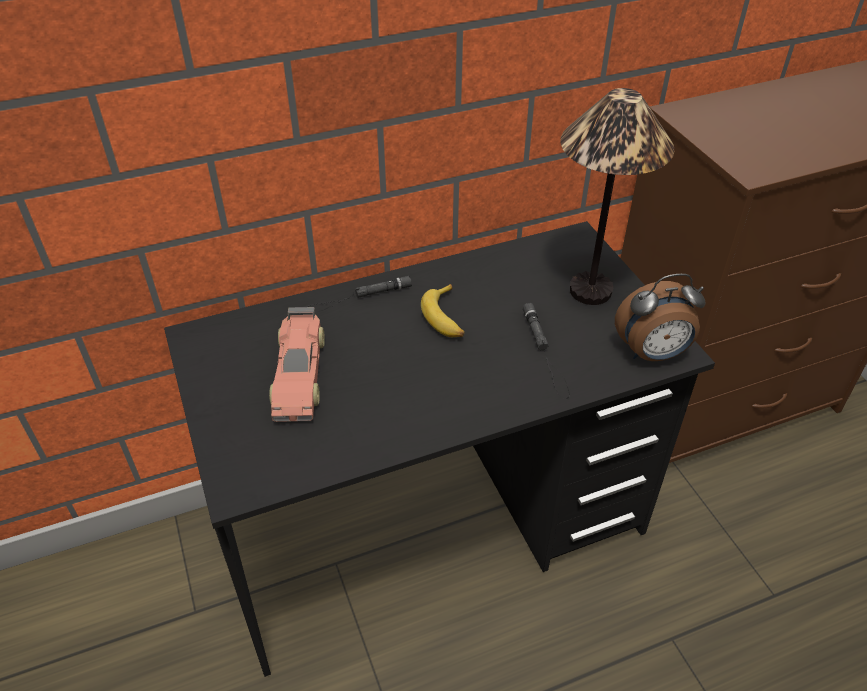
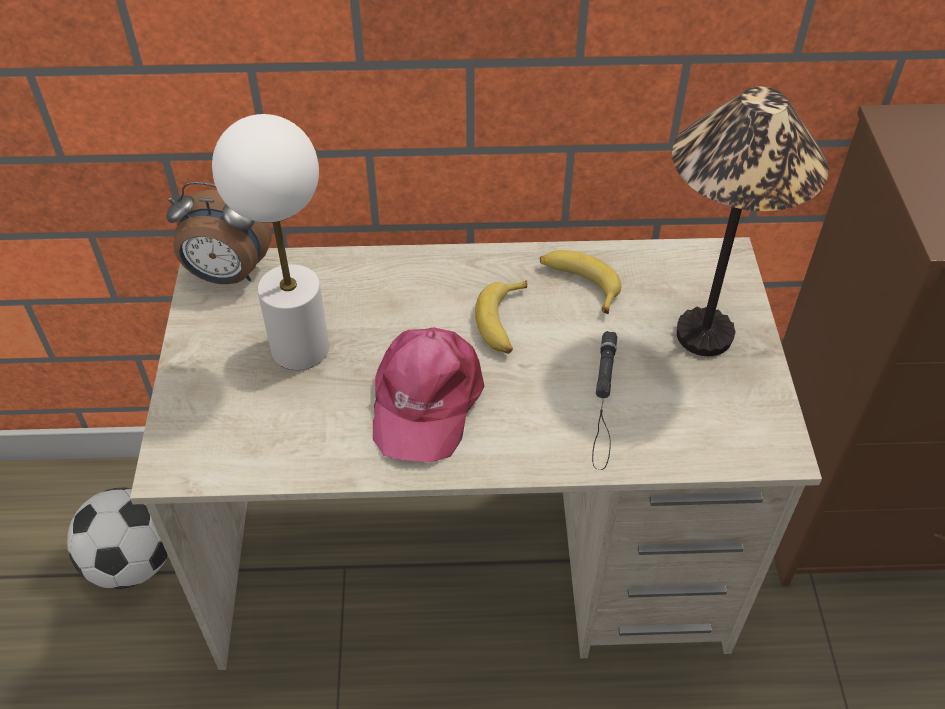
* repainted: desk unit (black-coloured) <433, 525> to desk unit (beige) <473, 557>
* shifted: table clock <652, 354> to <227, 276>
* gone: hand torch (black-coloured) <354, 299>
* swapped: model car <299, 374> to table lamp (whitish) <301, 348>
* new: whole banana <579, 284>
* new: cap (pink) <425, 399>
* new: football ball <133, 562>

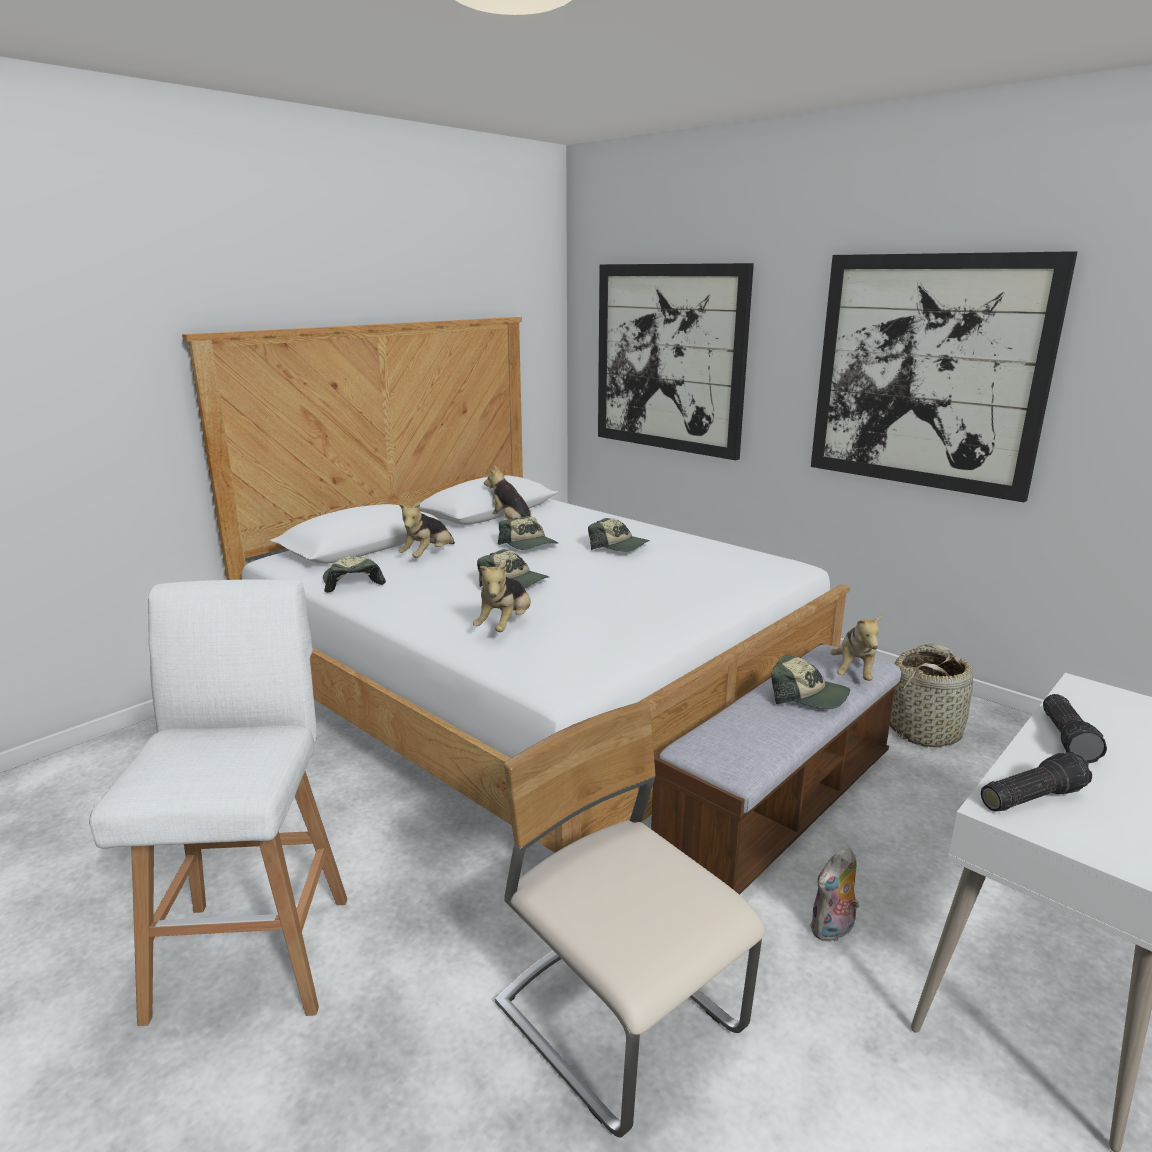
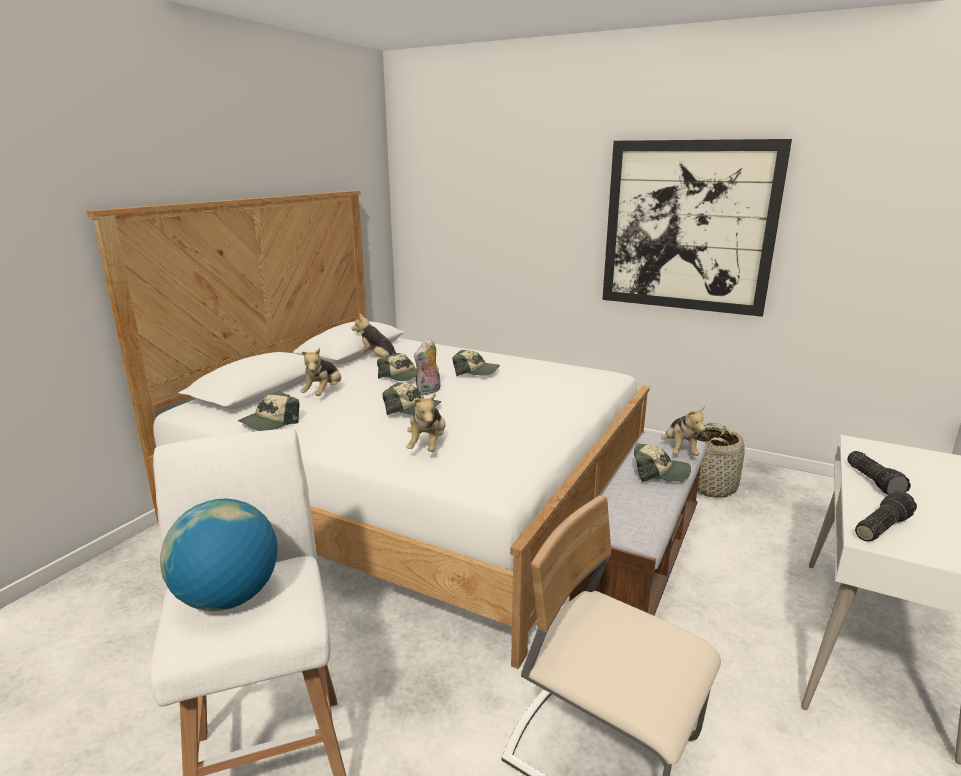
* gone: picture <669, 358>
* rotated: cap <351, 582> = <270, 422> 105 degrees counterclockwise
* shifted: plush toy <833, 930> to <428, 392>
* new: globe <228, 598>

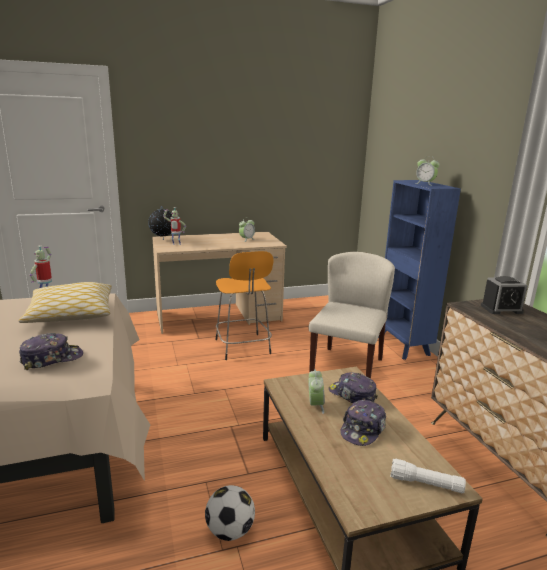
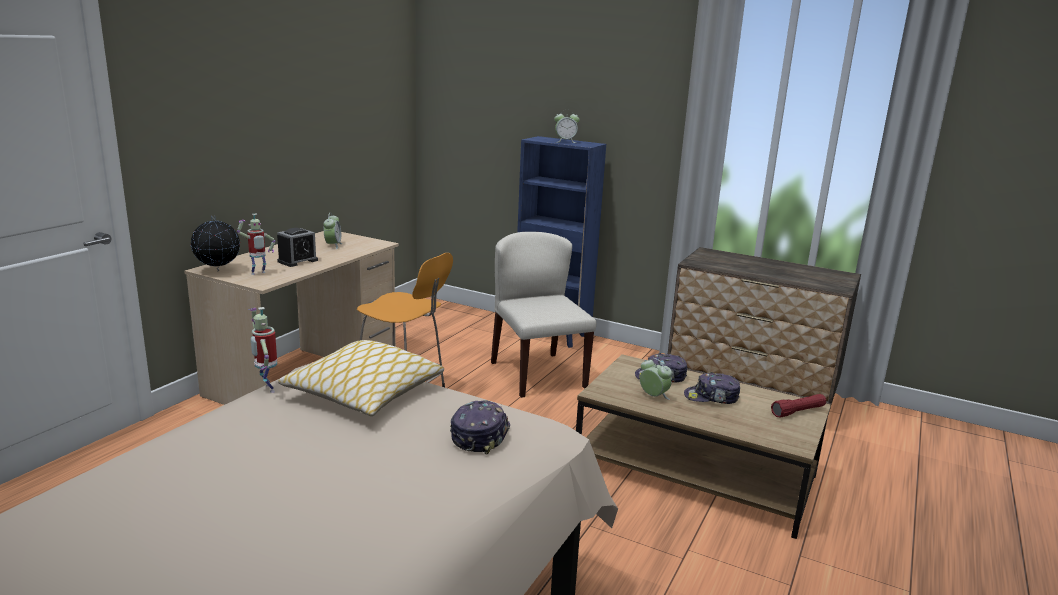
* shifted: table clock <501, 309> to <297, 261>
* rotated: cap <363, 429> = <711, 397> 105 degrees clockwise
* repainted: hand torch (whitish) <426, 484> to hand torch (reddish) <798, 412>
* gone: football ball <230, 531>

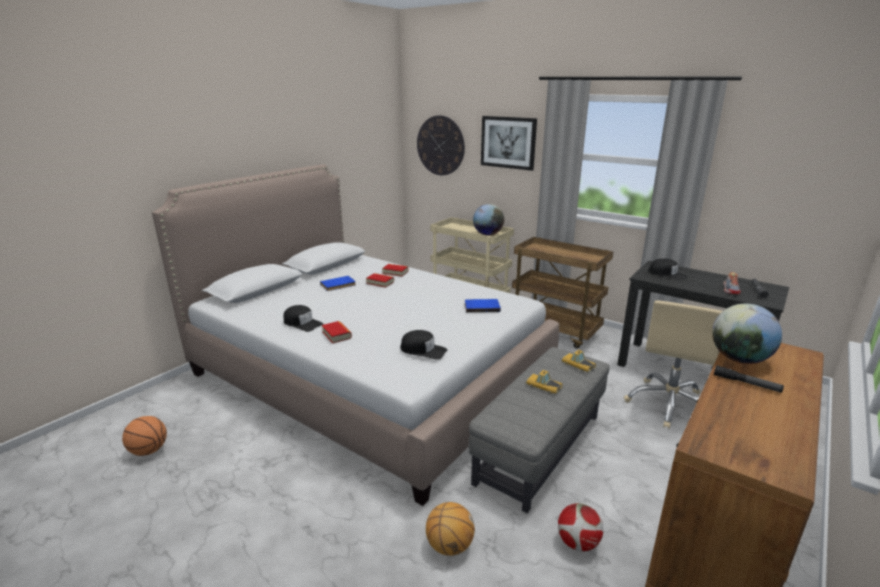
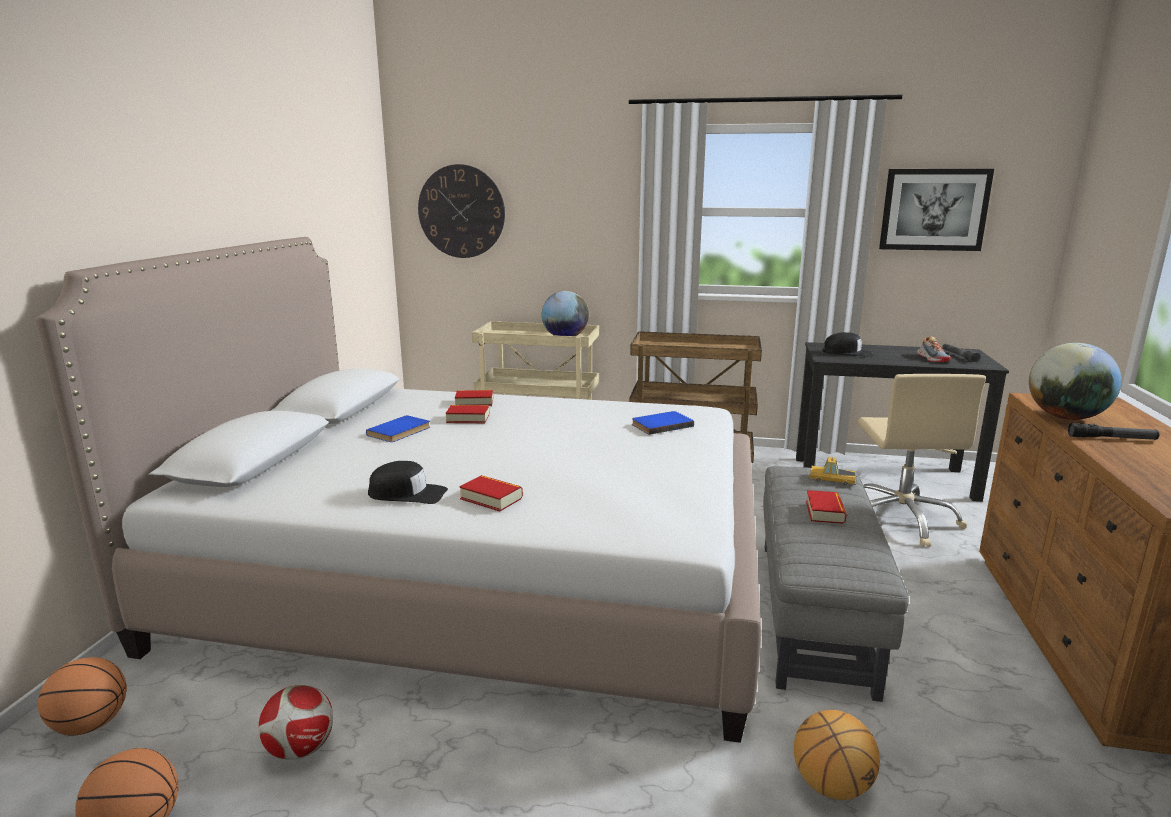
* shifted: picture <508, 142> to <934, 209>
* gone: cap (black-coloured) <423, 350>
* swapped: model car <543, 386> to book <824, 512>
* shifted: football ball <577, 543> to <300, 749>
* new: ball for basketball <91, 725>

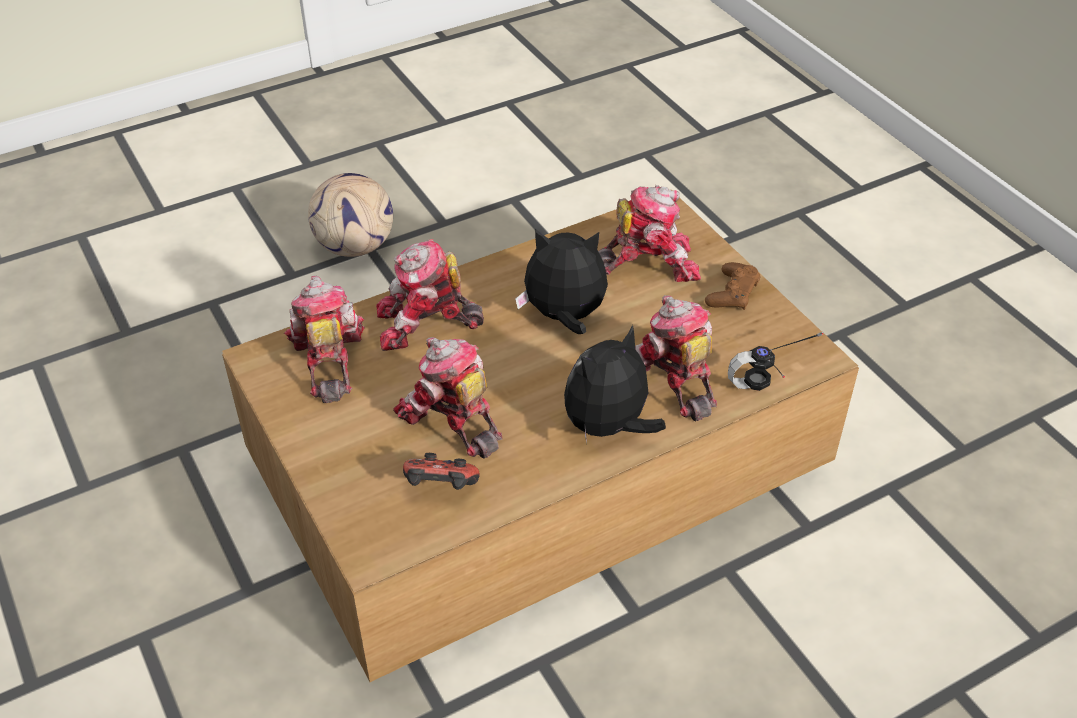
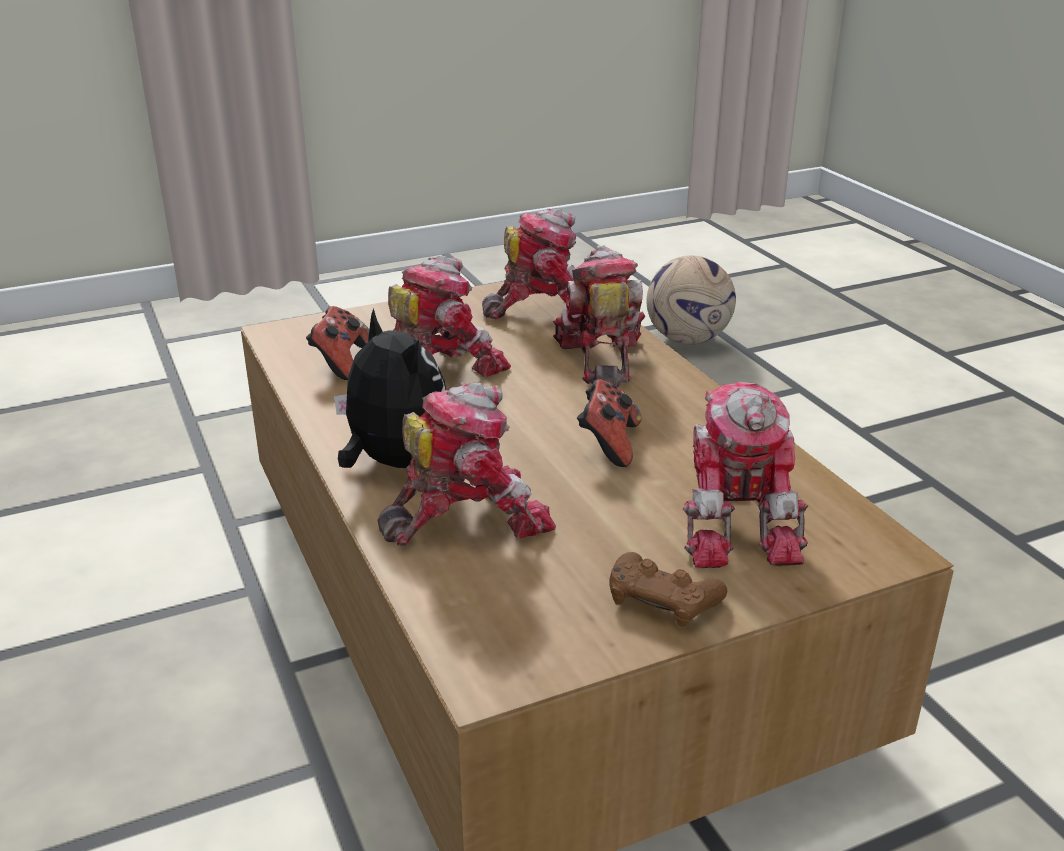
* shifted: football ball <356, 247> to <687, 340>
* swapped: plush toy <564, 317> to gamepad <608, 444>
* gone: headset <776, 388>

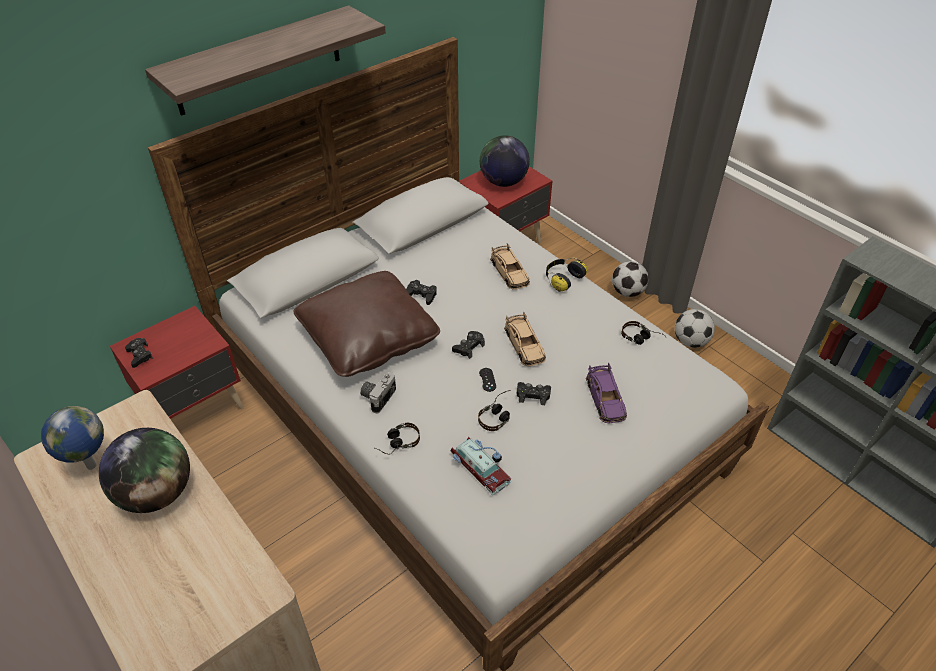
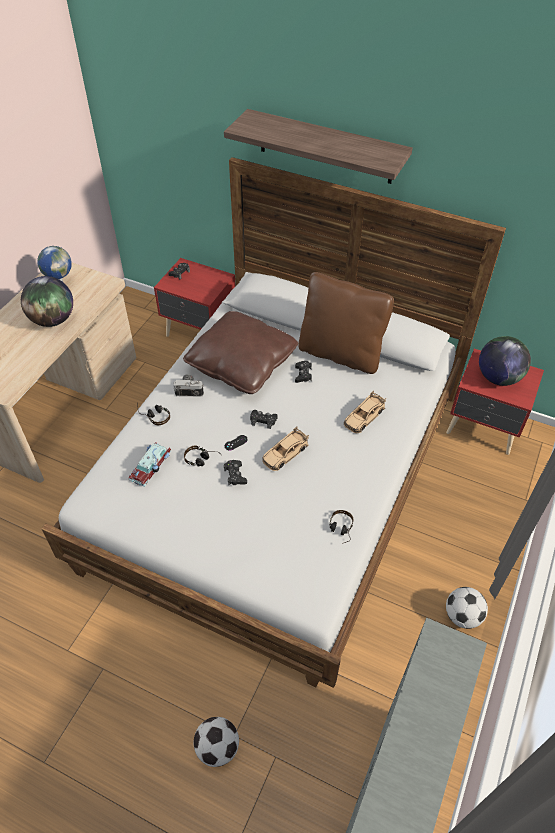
* gone: headset <562, 279>
* shifted: football ball <627, 292> to <217, 748>
* gone: model car (purple-coloured) <605, 399>
* new: cushion (brown-coloured) <340, 353>

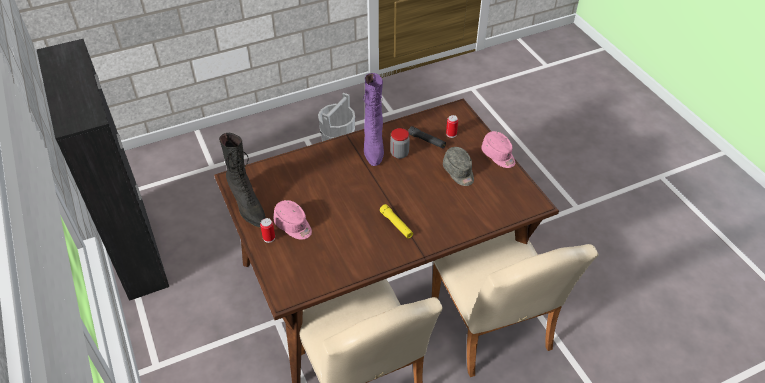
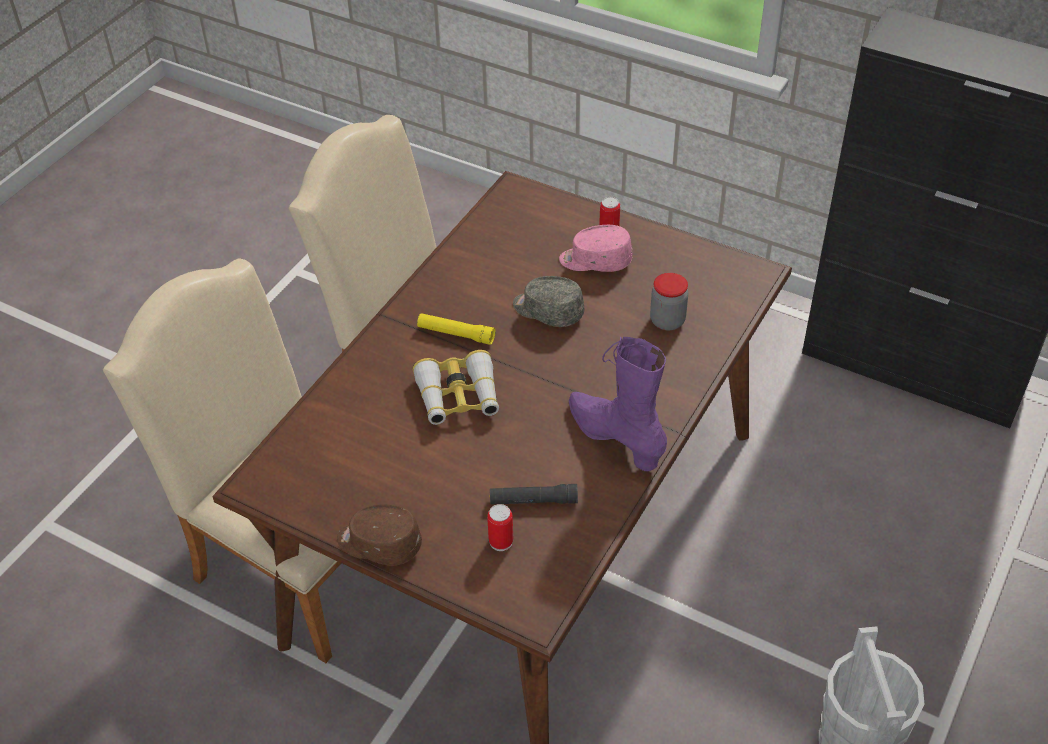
* shifted: jar <399, 153> to <667, 321>
* repainted: cap (pink) <498, 155> to cap (brown-coloured) <379, 544>
* gone: boot (black-coloured) <247, 206>
* shifted: cap (gray) <459, 172> to <547, 311>
* new: binoculars <458, 397>

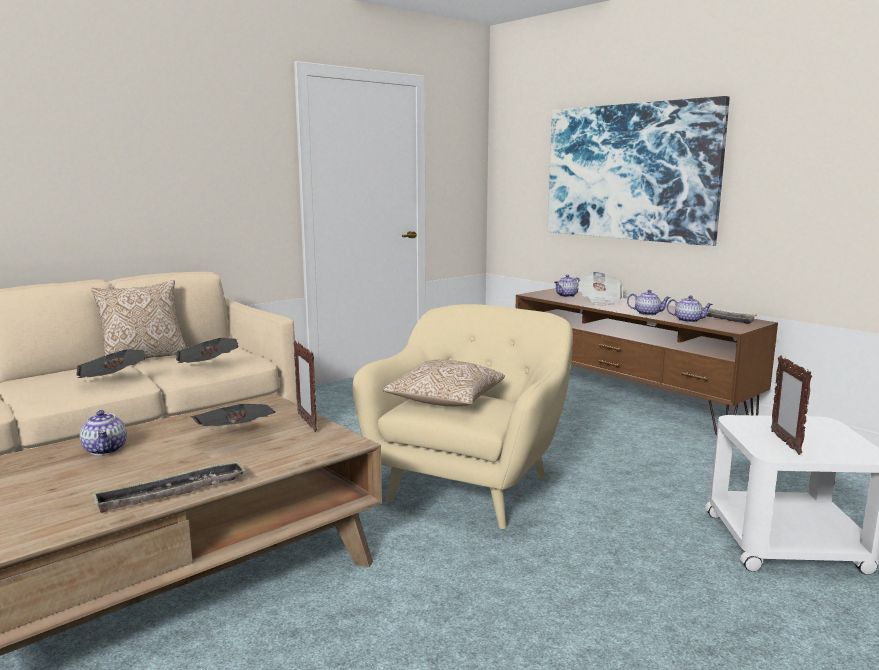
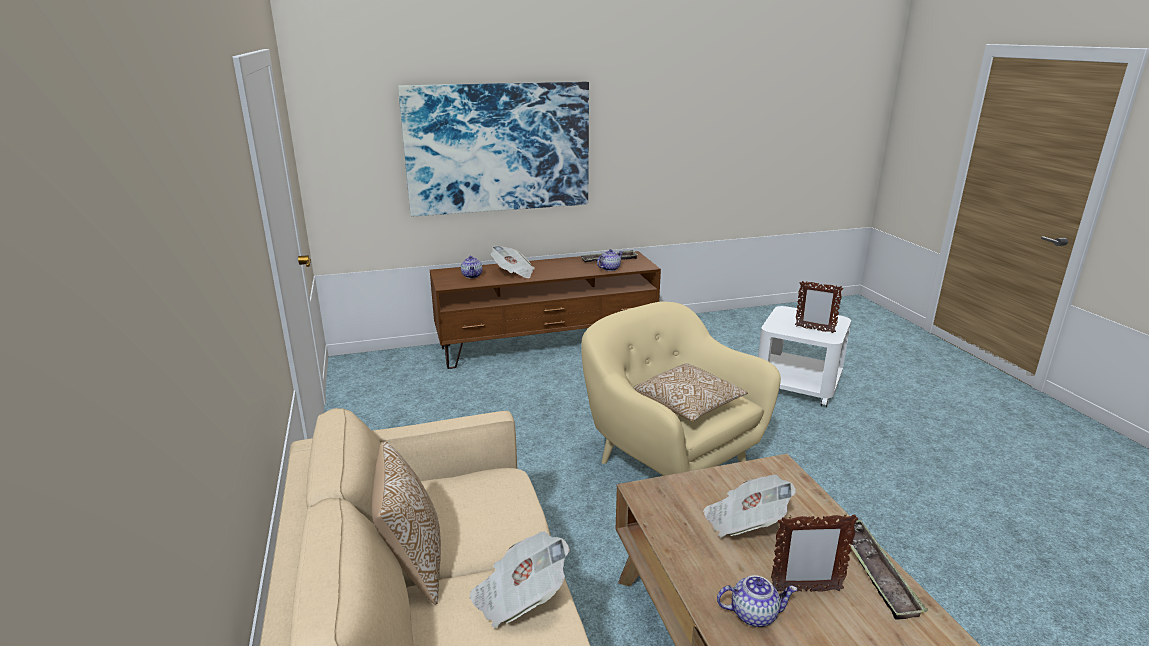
* gone: tea pot <647, 314>
* gone: printed paper <208, 368>
* shifted: photo frame <307, 422> to <805, 591>

